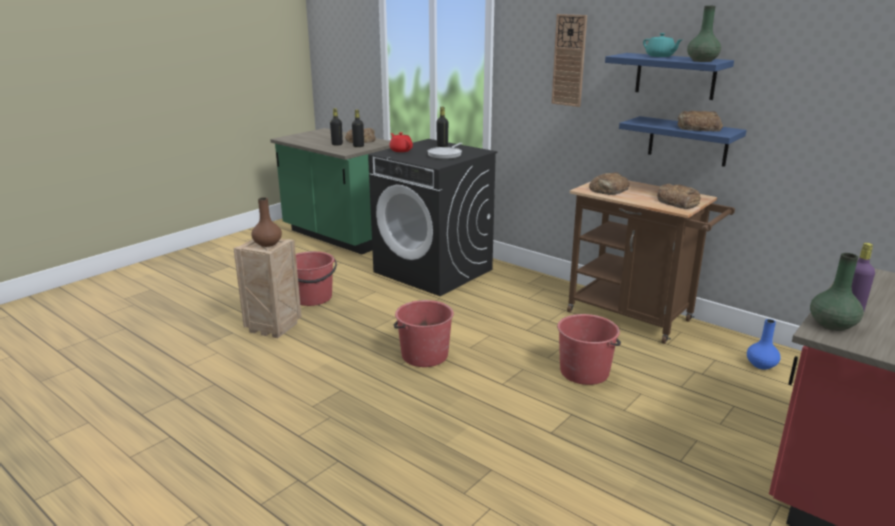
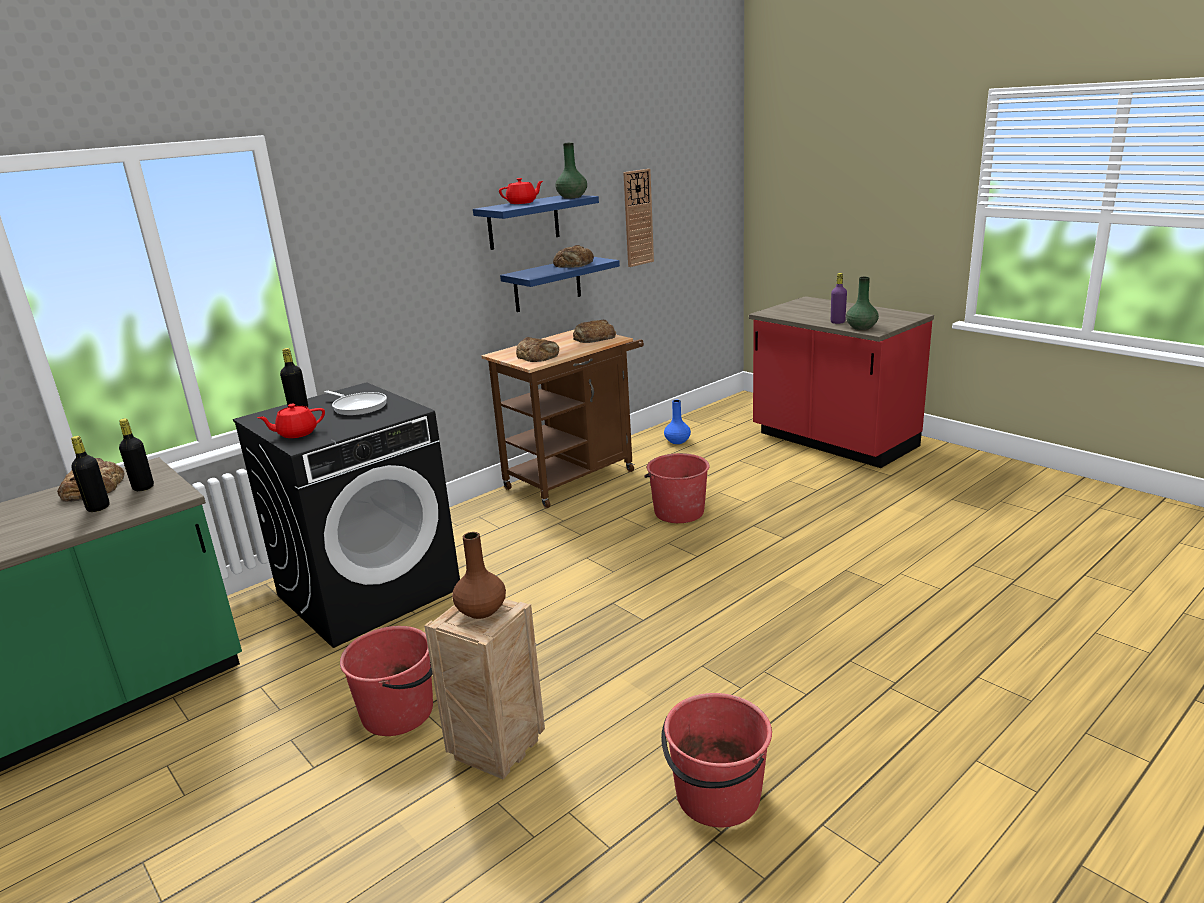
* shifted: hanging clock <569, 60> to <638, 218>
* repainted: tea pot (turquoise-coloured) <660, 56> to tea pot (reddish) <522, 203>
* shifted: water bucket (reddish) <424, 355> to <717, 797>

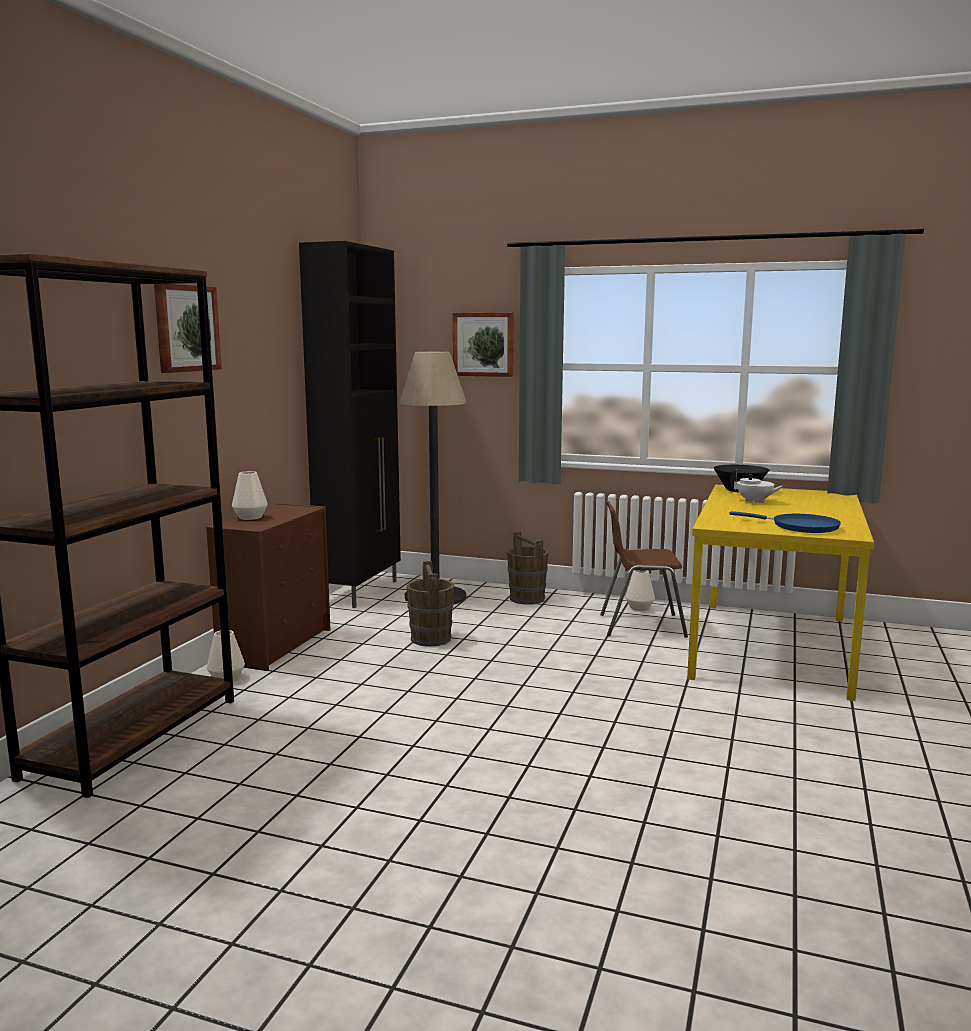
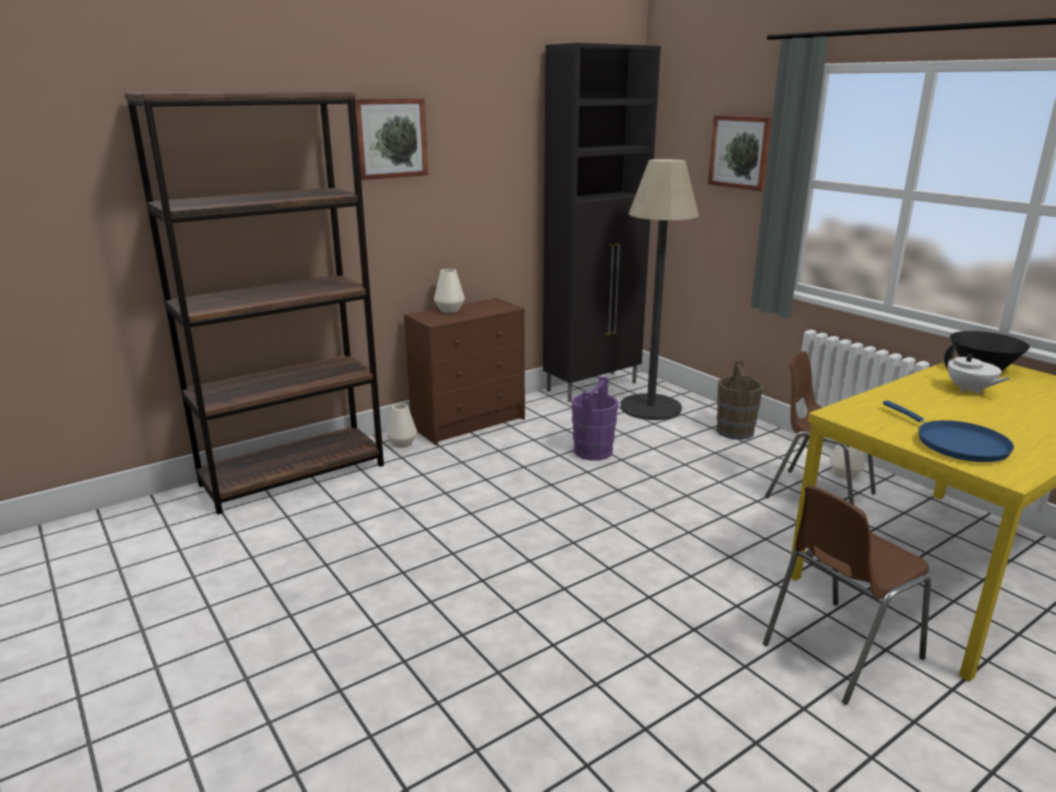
* repainted: water bucket (brown-coloured) <431, 639> to water bucket (purple-coloured) <593, 451>
* new: upright chair (brown-coloured) <839, 650>

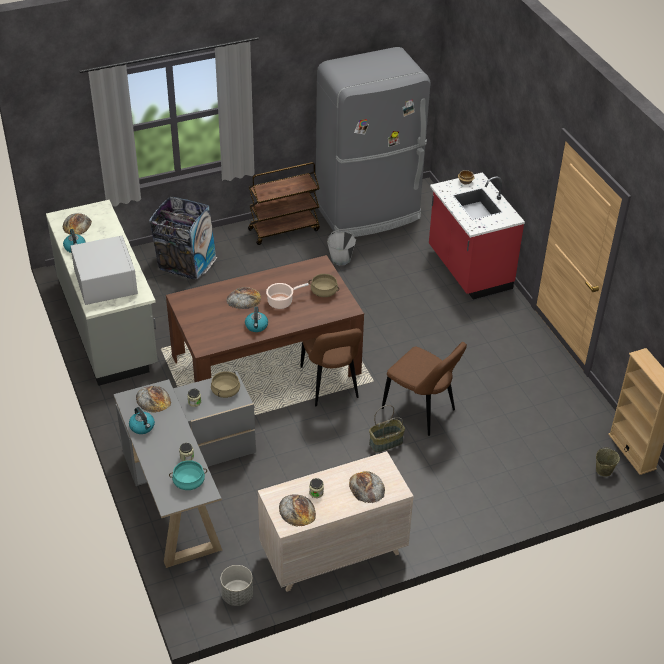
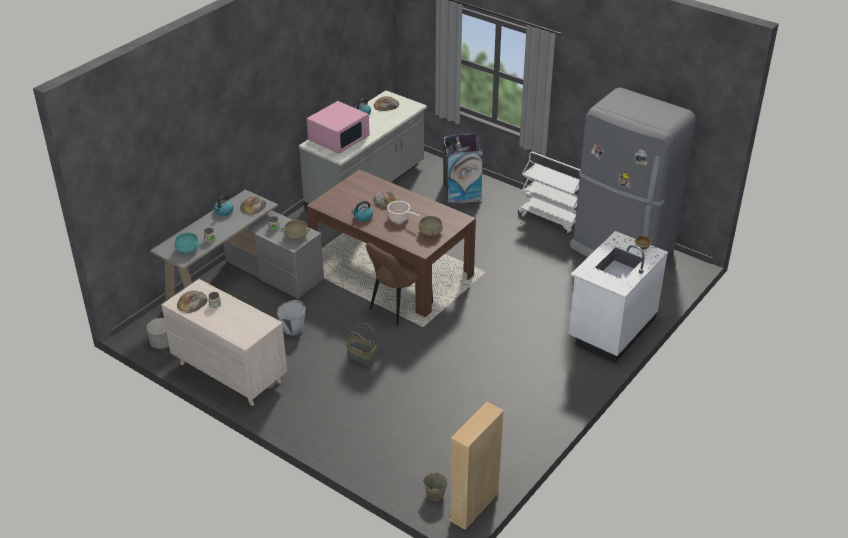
* repainted: wheeled cart (brown-coloured) <284, 229> to wheeled cart (whitish) <550, 218>
* repainted: kitchen base unit (reddish) <468, 270> to kitchen base unit (whitish) <611, 329>
* shifted: water bucket (gray) <341, 259> to <293, 329>
* repainted: microwave (whitish) <105, 282> to microwave (pink) <339, 138>
* gone: upright chair (brown-coloured) <421, 411>
* gone: bread <366, 487>

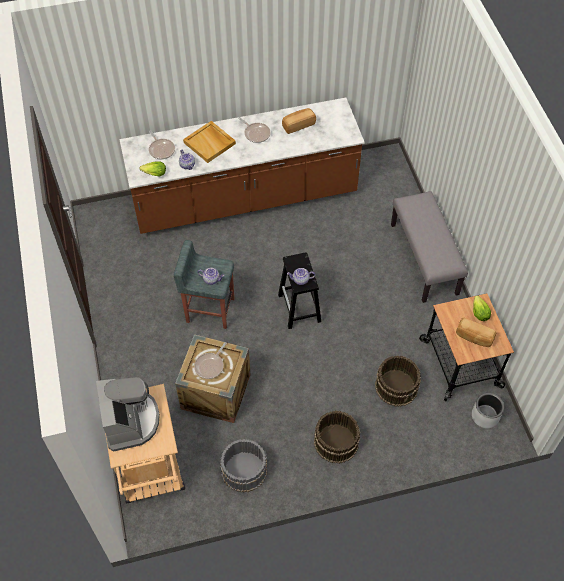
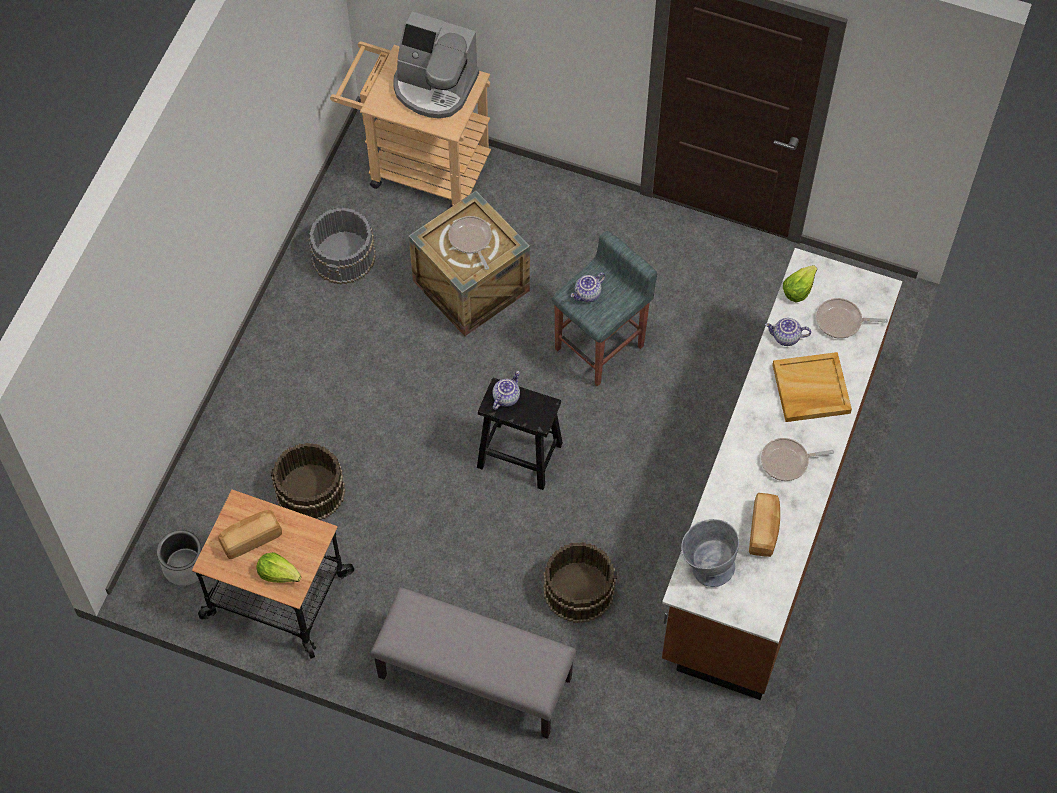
* shifted: water bucket (brown-coloured) <335, 442> to <579, 589>
* new: serving bowl (gray) <706, 565>

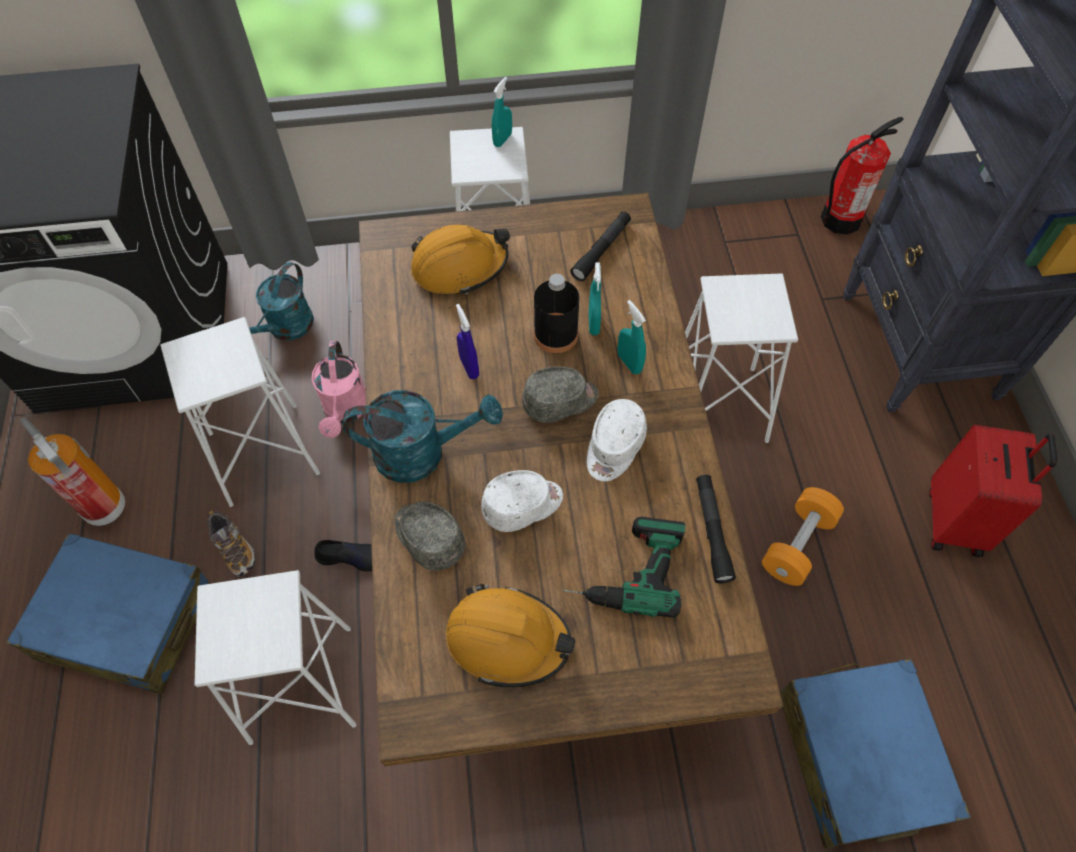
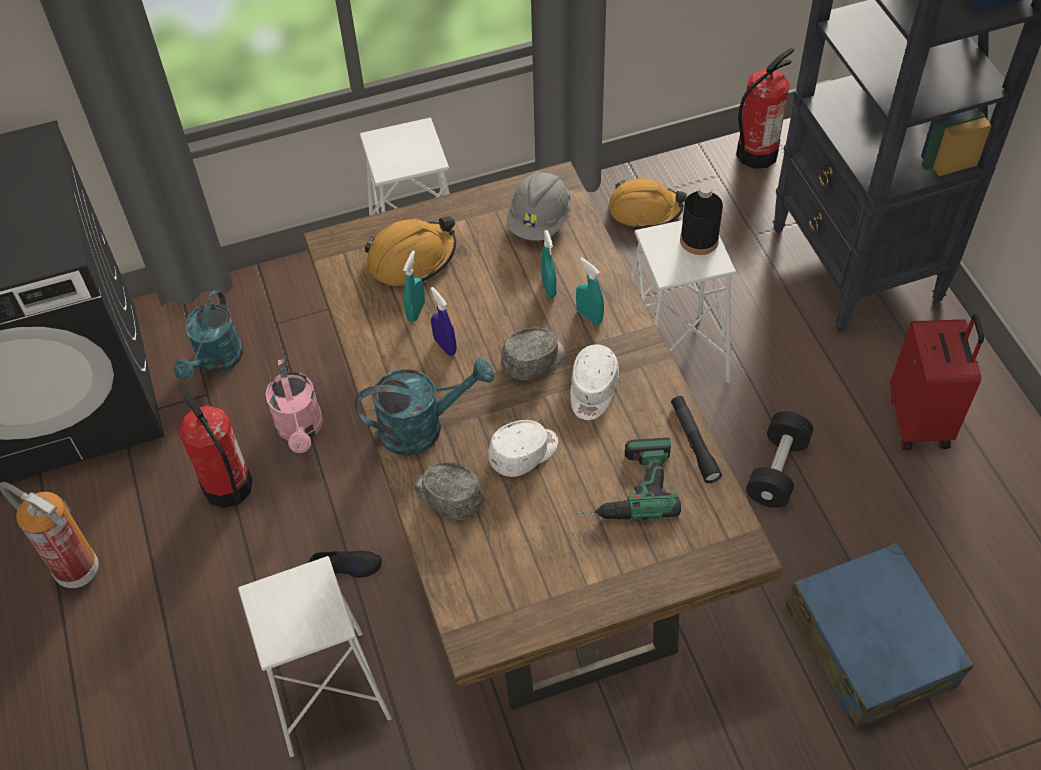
* shifted: sprayer (turquoise-coloured) <502, 140> to <416, 311>
* swapped: hand torch (black-coloured) <601, 250> to safety helmet (gray) <540, 221>
* shifted: beverage bottle (black-coloured) <555, 335> to <699, 240>
* swapped: stool seat (whitish) <263, 453> to fire extinguisher <227, 487>
* repainted: free weight (orange-coloured) <797, 544> to free weight (black-coloured) <777, 470>
* gone: low shoe <234, 548>
* gone: suitcase (blue) <126, 621>
* shifted: safety helmet (orange-coloured) <508, 639> to <645, 210>

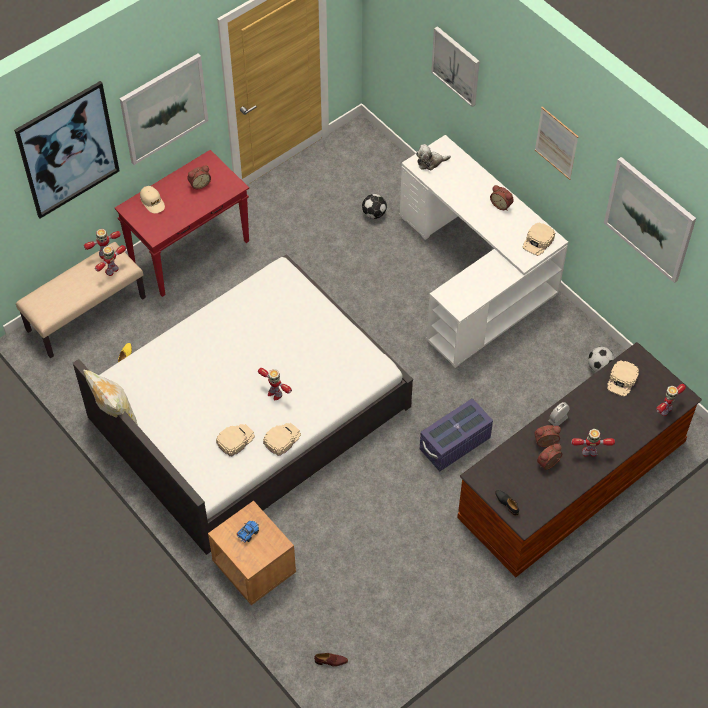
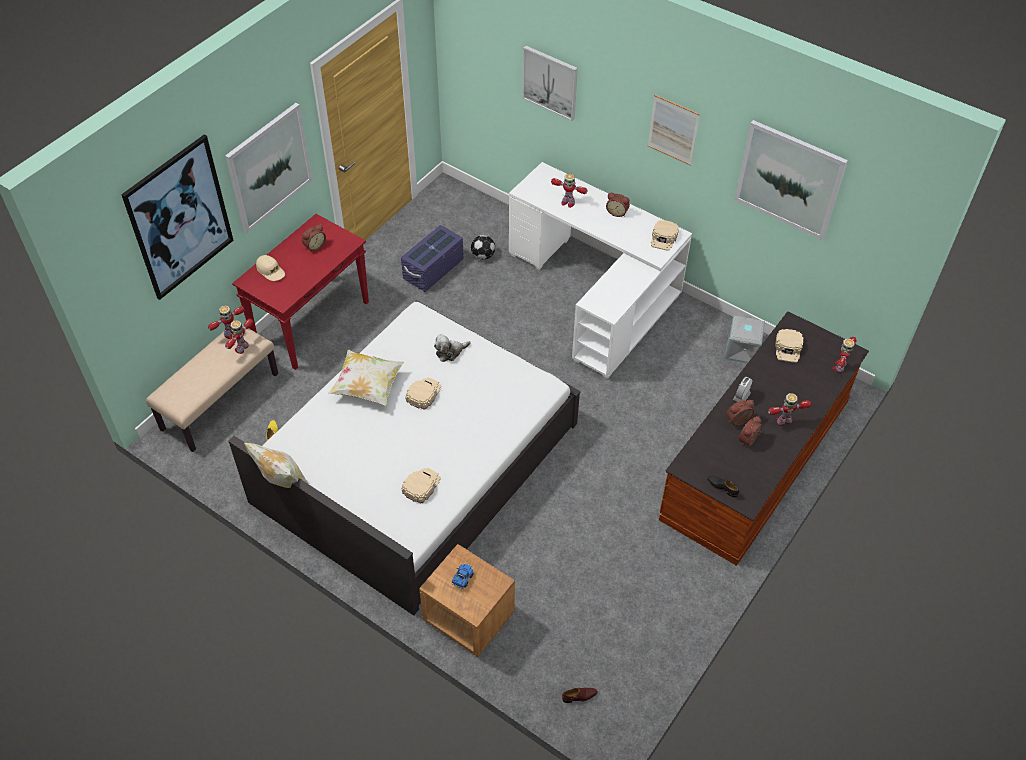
* shifted: plush toy <430, 162> to <450, 352>
* swapped: football ball <599, 367> to storage box (gray) <742, 350>
* shifted: toy robot <274, 393> to <567, 202>
* shifted: storage box (purple-coloured) <454, 444> to <433, 269>
* shifted: cap (beige) <282, 439> to <423, 393>
* new: cushion <367, 386>

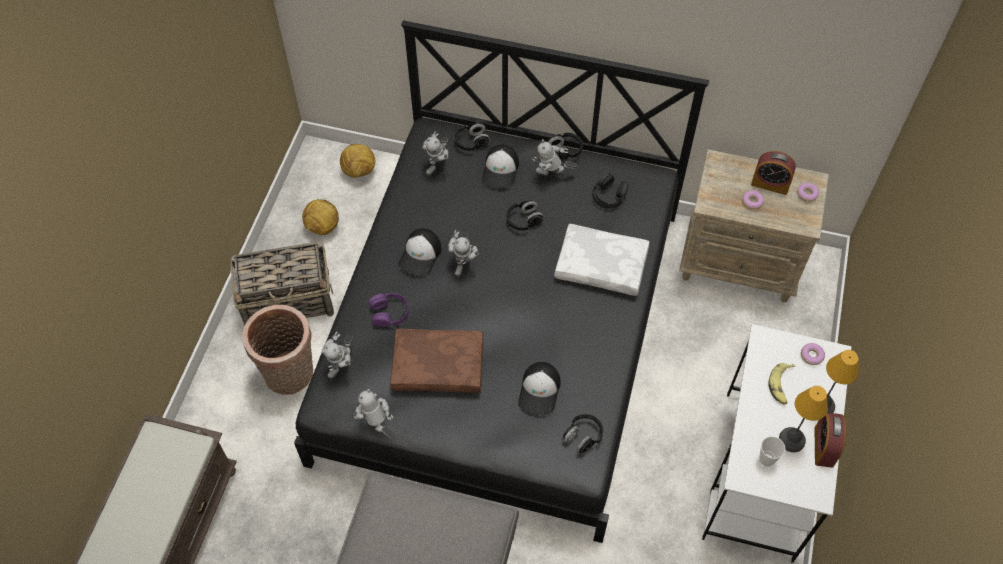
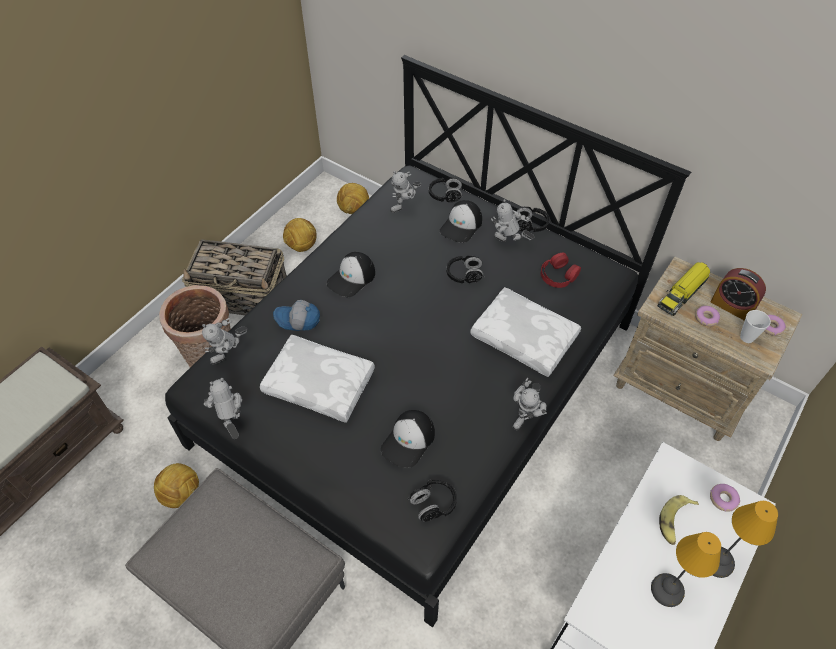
* repainted: headset (black-coloured) <609, 195> to headset (reddish) <558, 275>
* shifted: toy robot <464, 263> to <526, 416>
* swapped: headset (purple-coloured) <389, 312> to cap <298, 320>
* repainted: cushion (brown-coloured) <439, 365> to cushion (whitish) <321, 383>
* gone: table clock <823, 446>
* shifted: drinking cup <766, 460> to <747, 337>
* new: toy lorry <682, 293>
* new: football ball <182, 494>

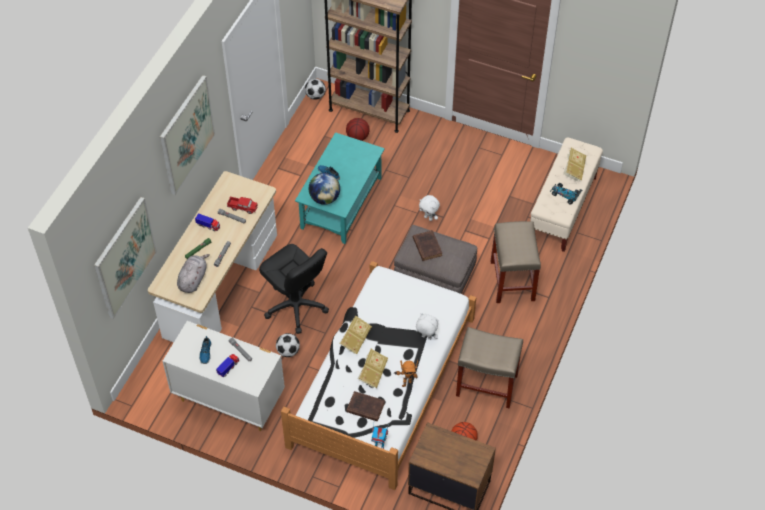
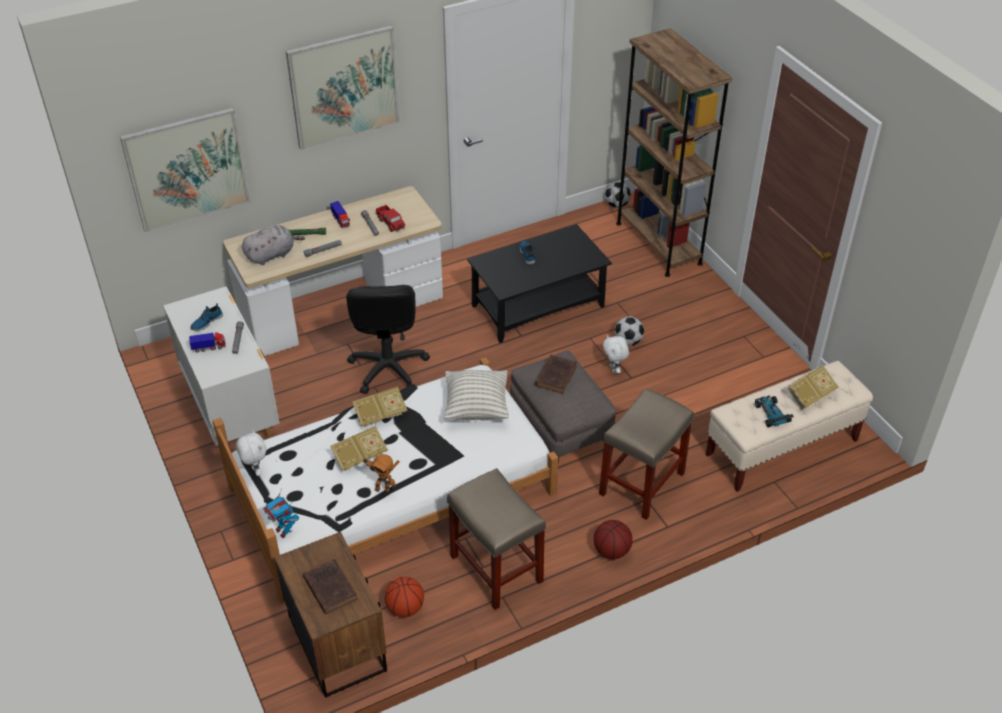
* shifted: ball for basketball <357, 137> to <611, 551>
* repainted: lounge table (turquoise-coloured) <341, 203> to lounge table (black-coloured) <537, 307>
* gone: globe <324, 198>
* shifted: plush toy (whitish) <426, 337> to <255, 470>
* shifted: football ball <288, 351> to <628, 341>
* shifted: book (brown-coloured) <364, 407> to <329, 587>
* new: cushion <476, 407>

